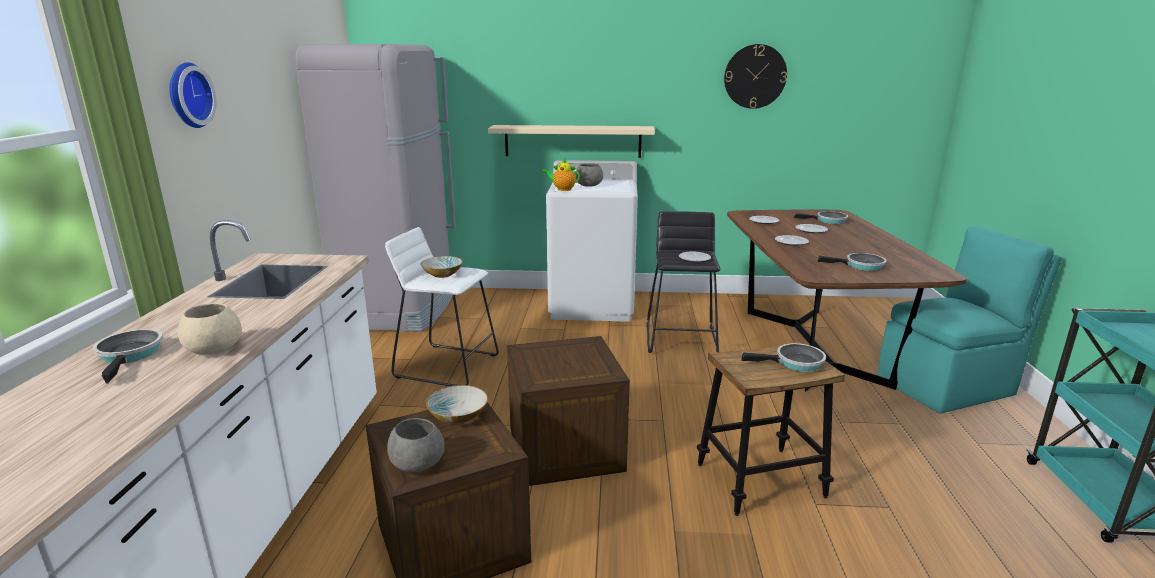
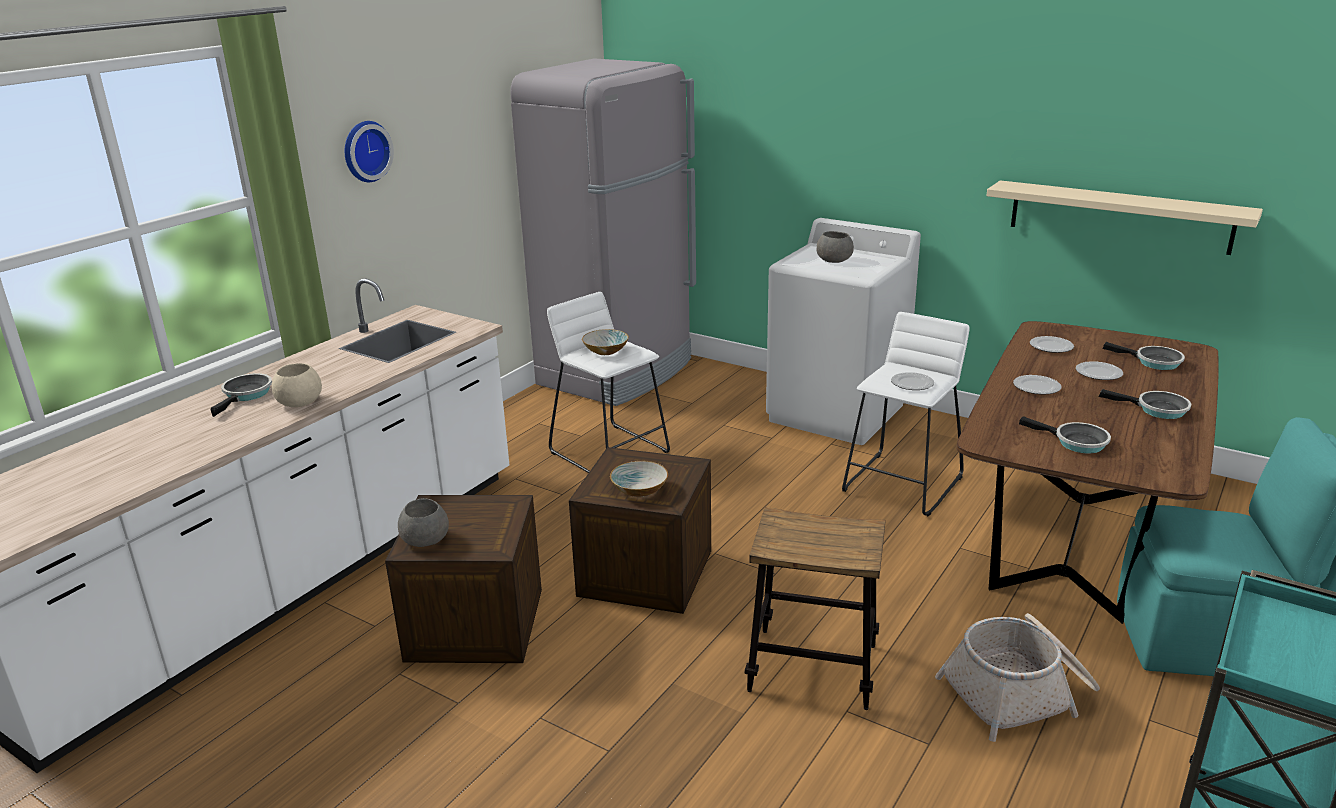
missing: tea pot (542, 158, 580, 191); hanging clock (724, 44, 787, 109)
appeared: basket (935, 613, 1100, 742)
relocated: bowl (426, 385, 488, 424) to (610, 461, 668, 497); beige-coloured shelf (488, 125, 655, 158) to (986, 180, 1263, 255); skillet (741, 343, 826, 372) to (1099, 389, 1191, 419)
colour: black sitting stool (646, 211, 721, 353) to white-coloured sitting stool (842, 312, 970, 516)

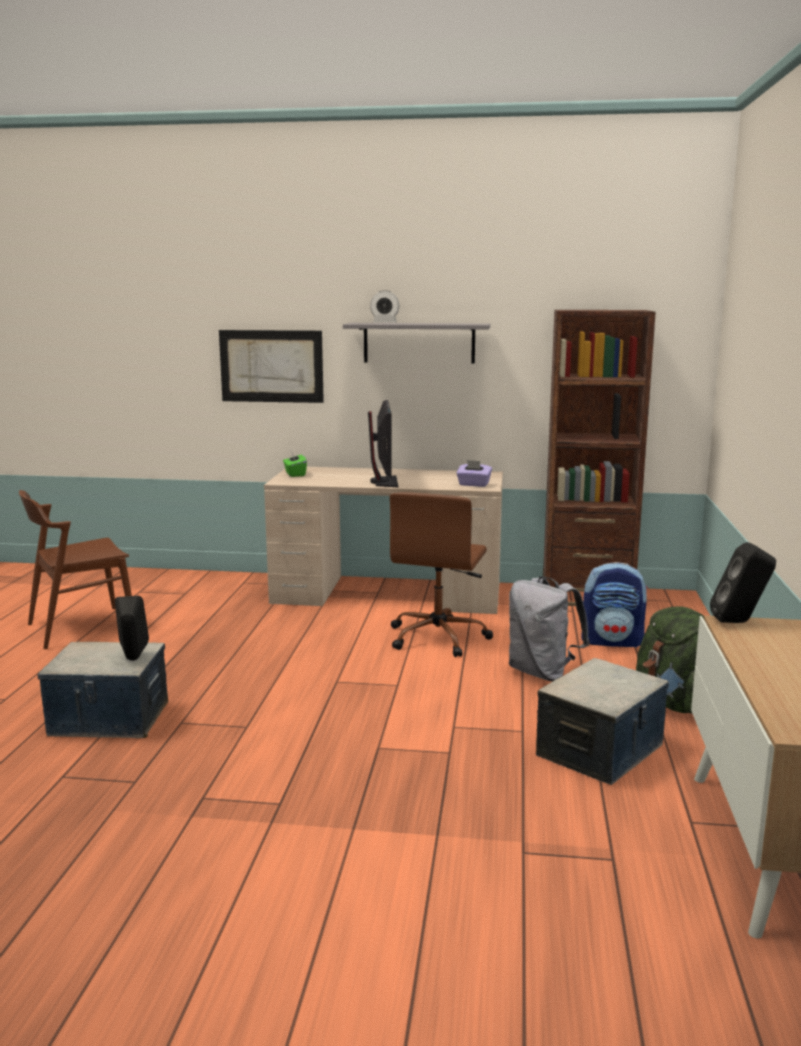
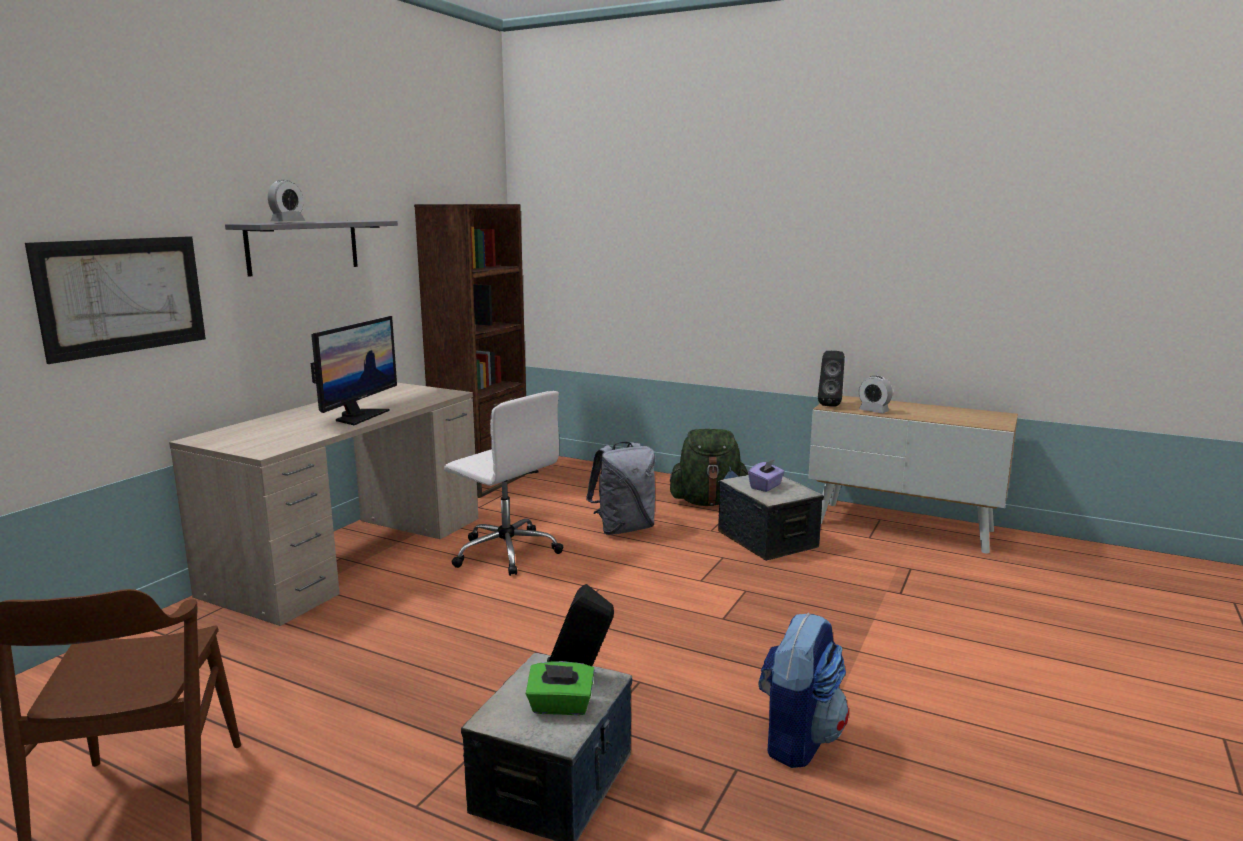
appeared: bedside clock (859, 376, 893, 413)
relocated: greenish box of tissues (283, 451, 307, 477) to (526, 661, 595, 715); purple box of tissues (456, 460, 492, 487) to (748, 459, 785, 492); backpack (581, 562, 648, 648) to (758, 613, 849, 768)
colour: brownish computer chair (390, 492, 493, 657) to white-coloured computer chair (444, 391, 564, 576)
spun: monitor (368, 400, 398, 487) = (311, 316, 397, 425) 90 degrees clockwise

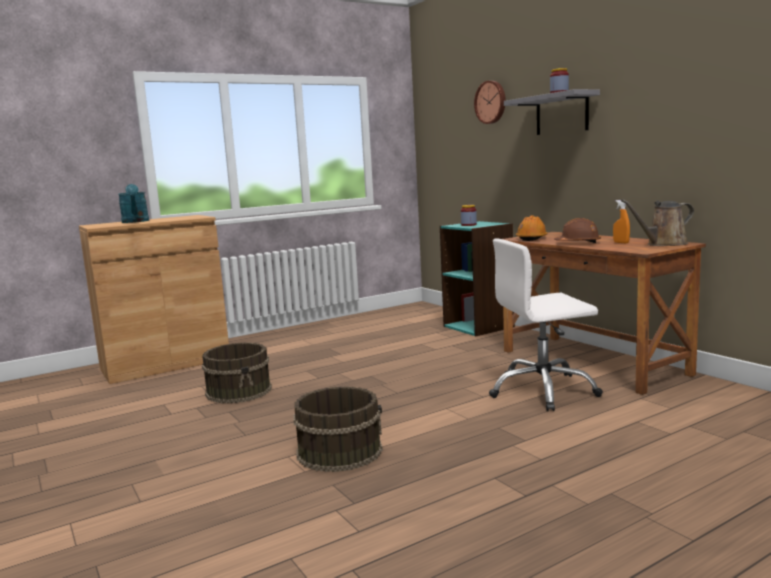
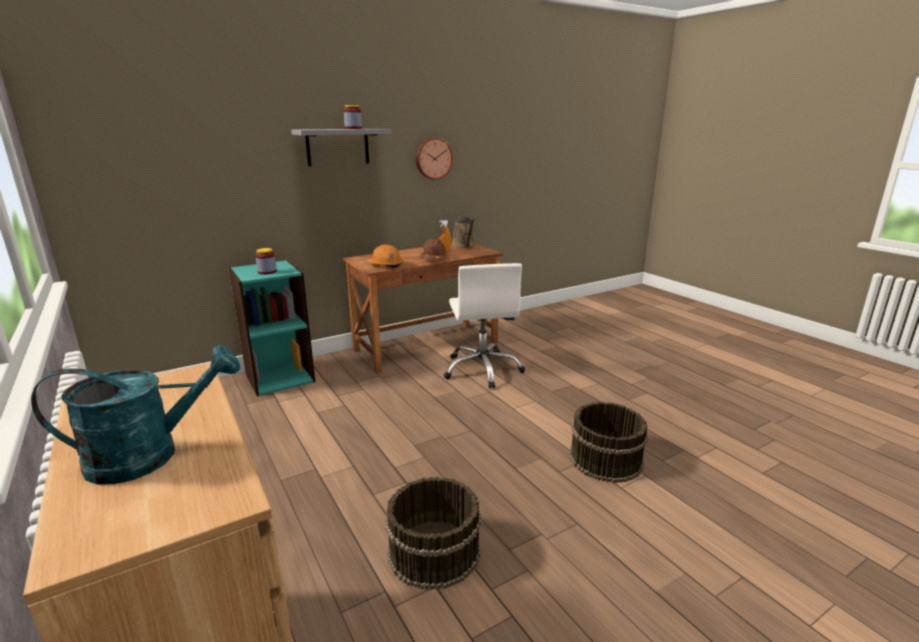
relocated: hanging clock (474, 81, 506, 124) to (416, 137, 453, 180)

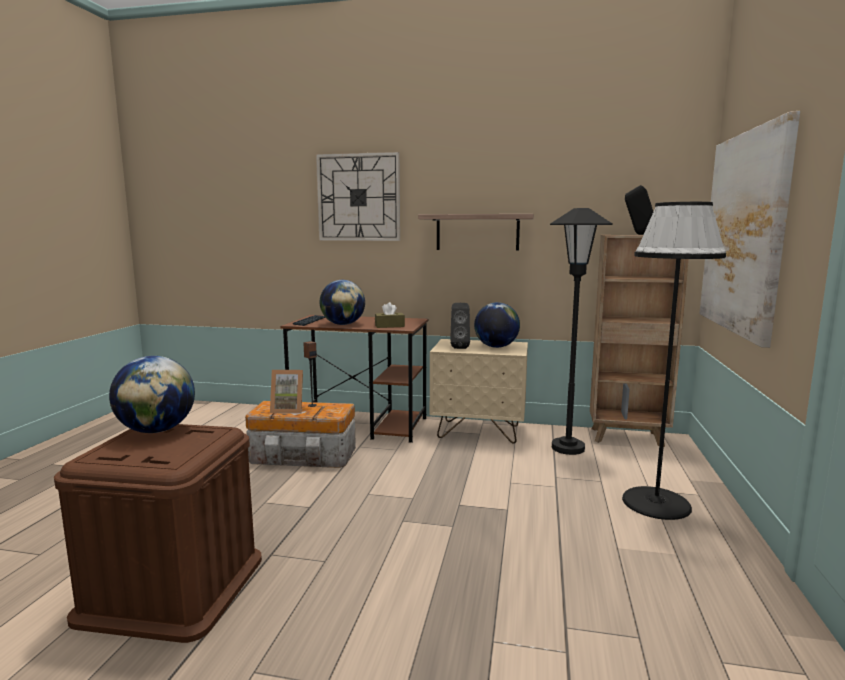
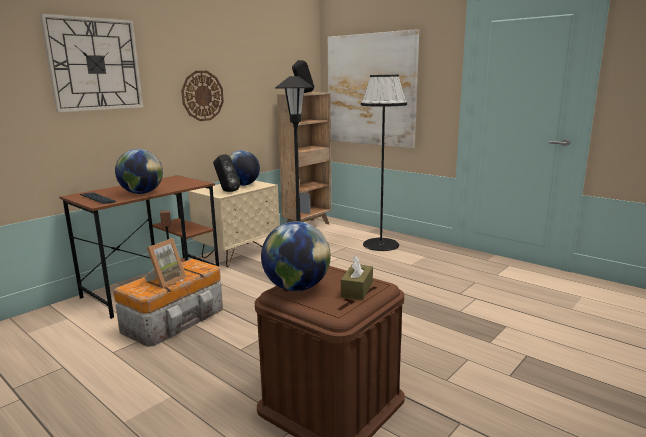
relocated: brownish box of tissues (375, 302, 405, 328) to (341, 255, 373, 300)
exchanged: shelf (418, 214, 534, 251) to hanging clock (181, 71, 224, 121)

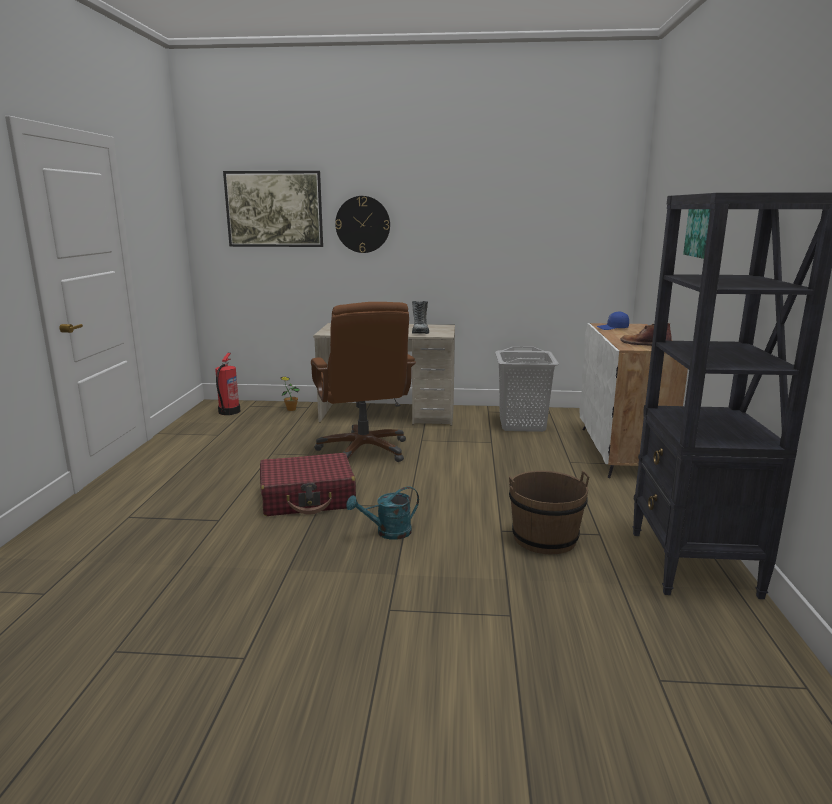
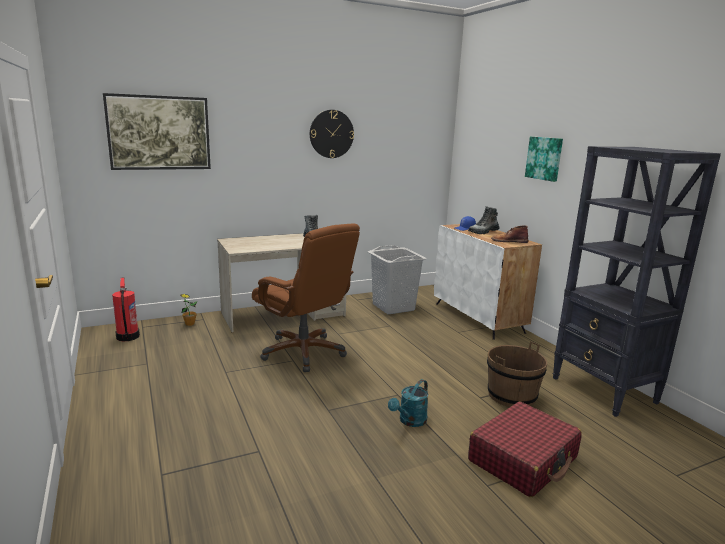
appeared: tall boot (468, 207, 500, 234)
relocated: red-coloured suitcase (260, 453, 356, 516) to (468, 401, 582, 497); hanging clock (335, 196, 390, 253) to (310, 110, 354, 158)

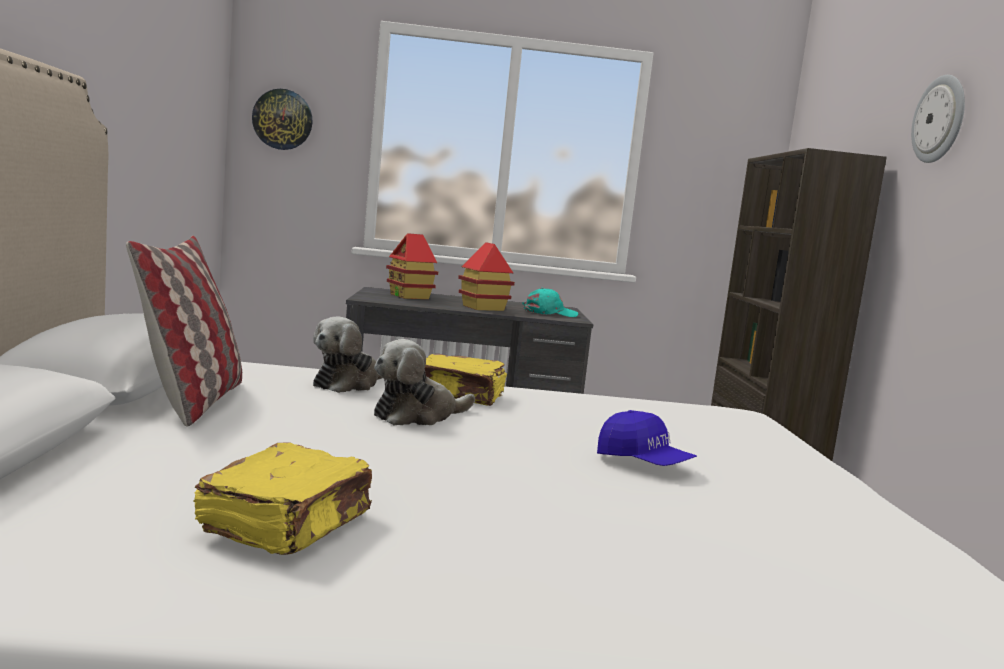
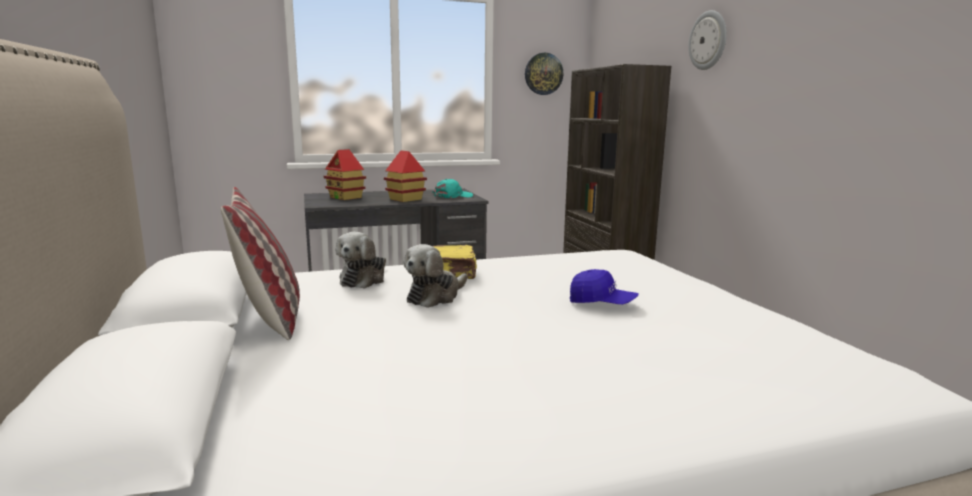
missing: yellow-coloured bound book (193, 442, 372, 555)
relocated: hanging clock (252, 89, 312, 150) to (525, 53, 563, 95)

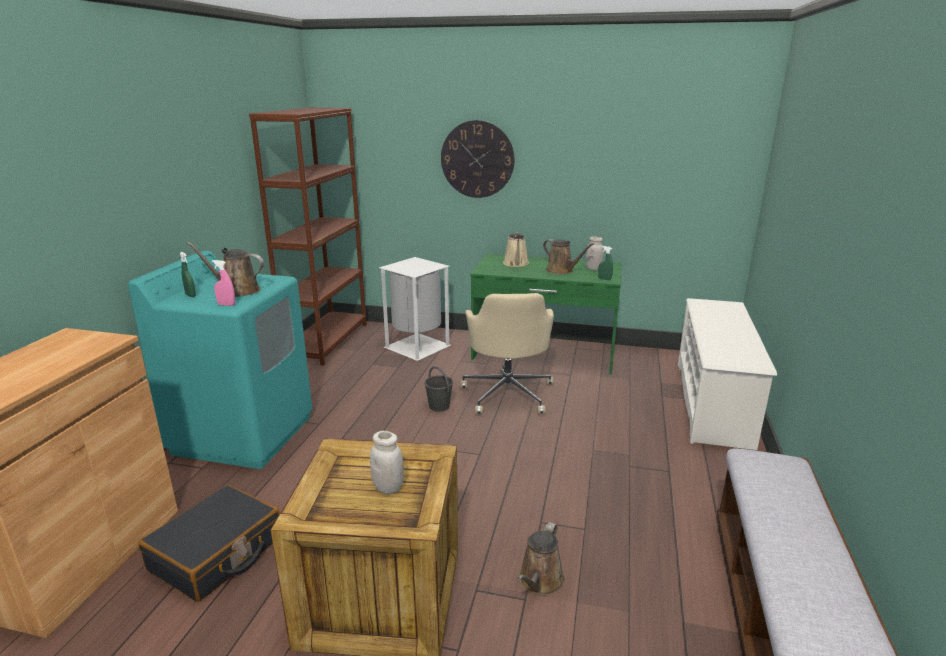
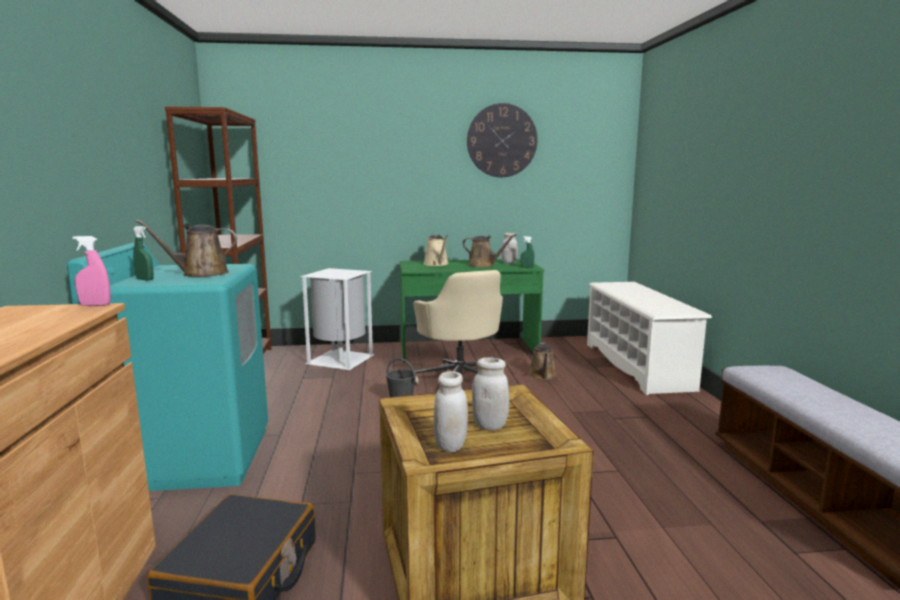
appeared: white-coloured preserve jar (434, 371, 468, 452)
relocated: pink-coloured hand sprayer (212, 260, 235, 306) to (73, 236, 111, 306); hanging clock (441, 120, 515, 198) to (467, 103, 538, 177); brownish sprinkling can (517, 522, 565, 596) to (529, 343, 557, 380)

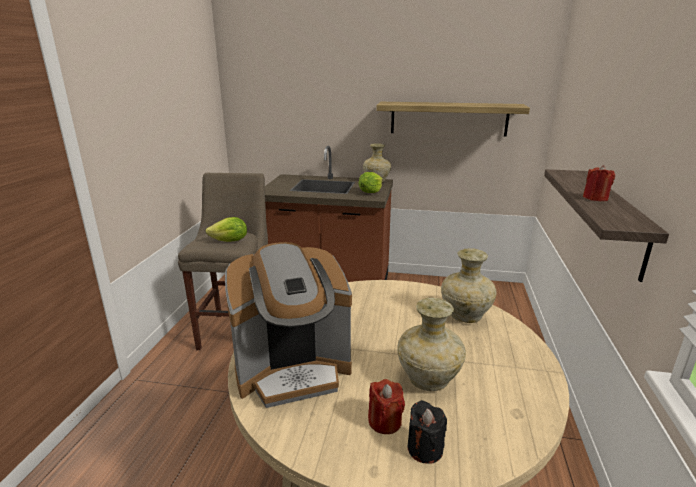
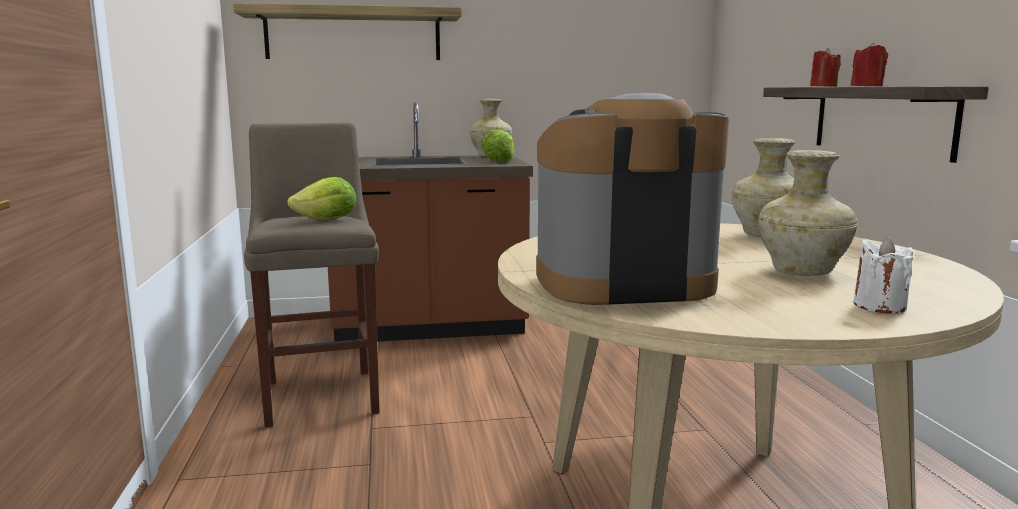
relocated: red-coloured candle (368, 379, 405, 434) to (810, 48, 841, 87); shelf (376, 102, 530, 137) to (233, 3, 461, 60)
colour: black candle (408, 400, 447, 464) to white-coloured candle (853, 237, 913, 313)
spun: coffee maker (225, 242, 352, 408) = (536, 93, 729, 305) 150 degrees counterclockwise

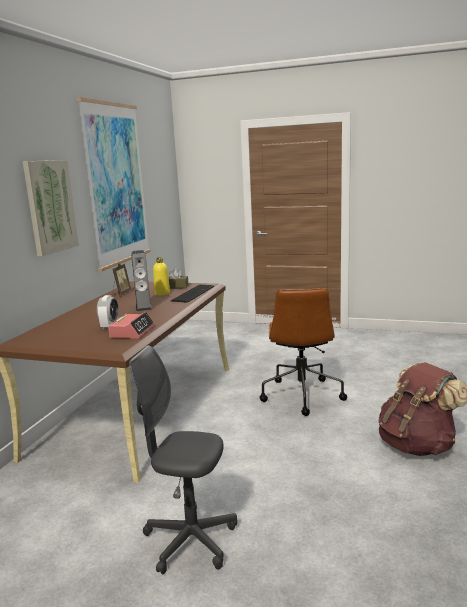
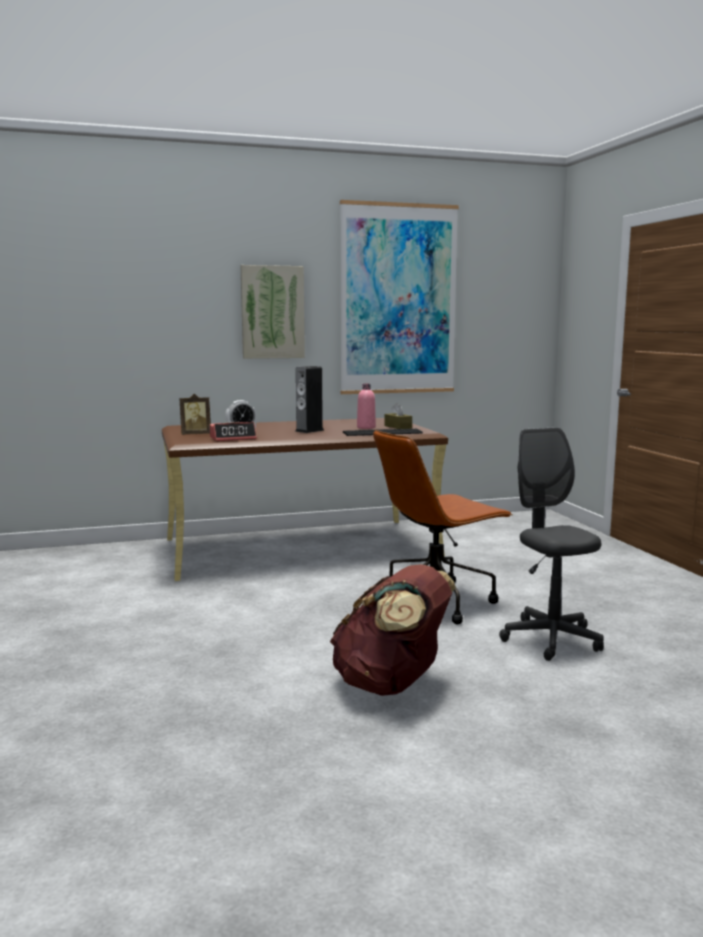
relocated: standing frame (112, 263, 131, 296) to (179, 394, 211, 435); gray computer chair (129, 345, 237, 574) to (499, 427, 604, 661)
colour: yellow-coloured drink bottle (153, 257, 170, 295) to pink-coloured drink bottle (357, 384, 376, 429)

